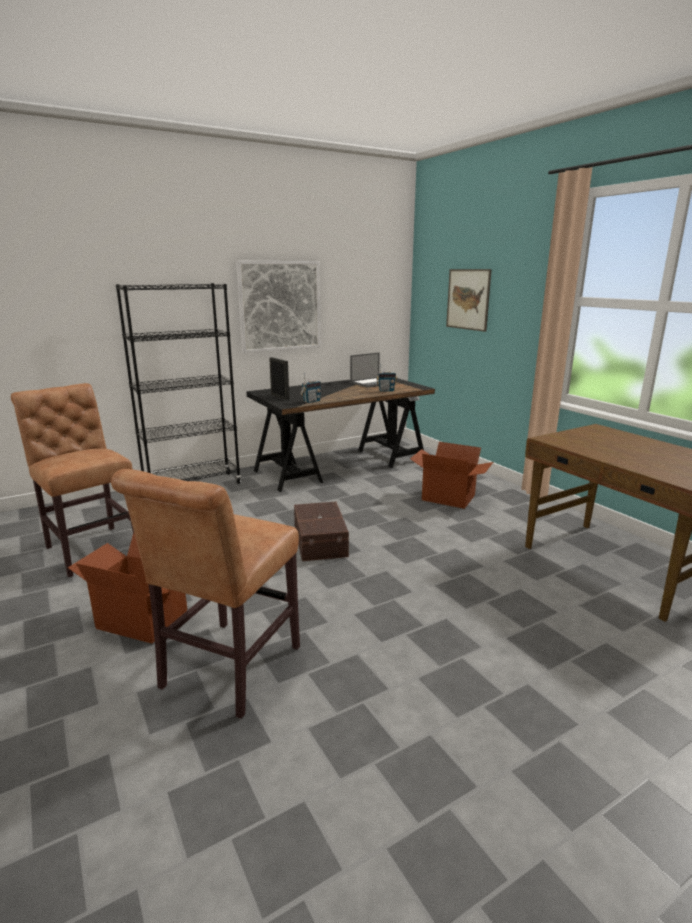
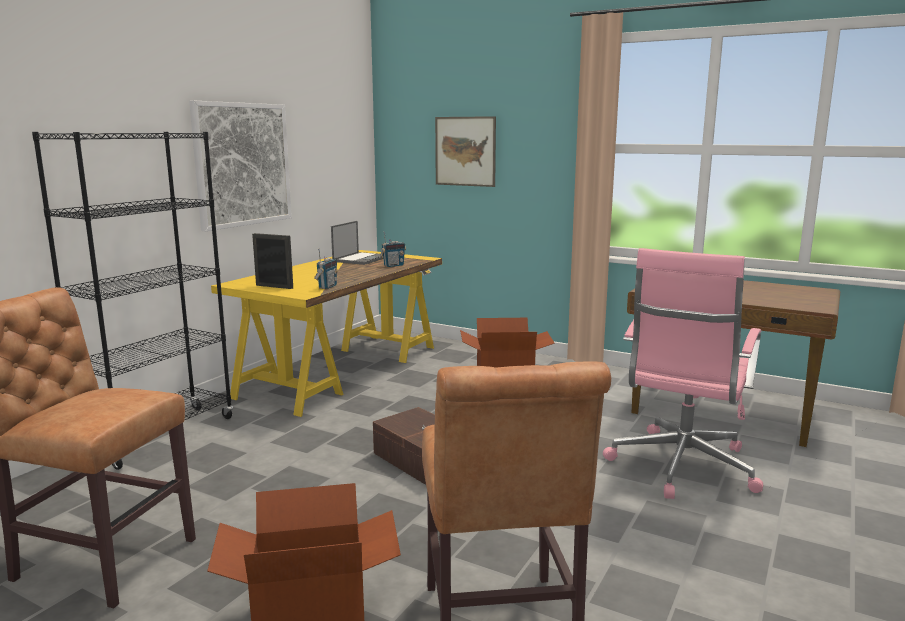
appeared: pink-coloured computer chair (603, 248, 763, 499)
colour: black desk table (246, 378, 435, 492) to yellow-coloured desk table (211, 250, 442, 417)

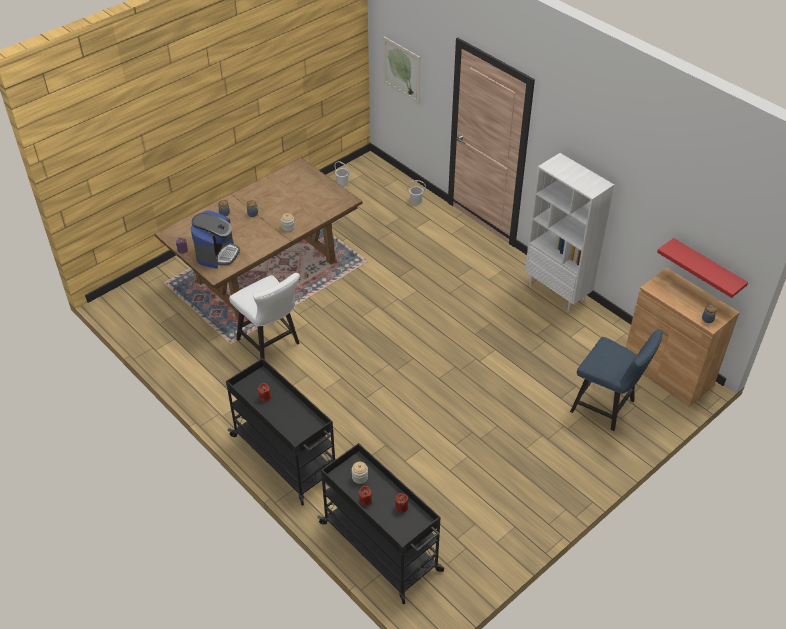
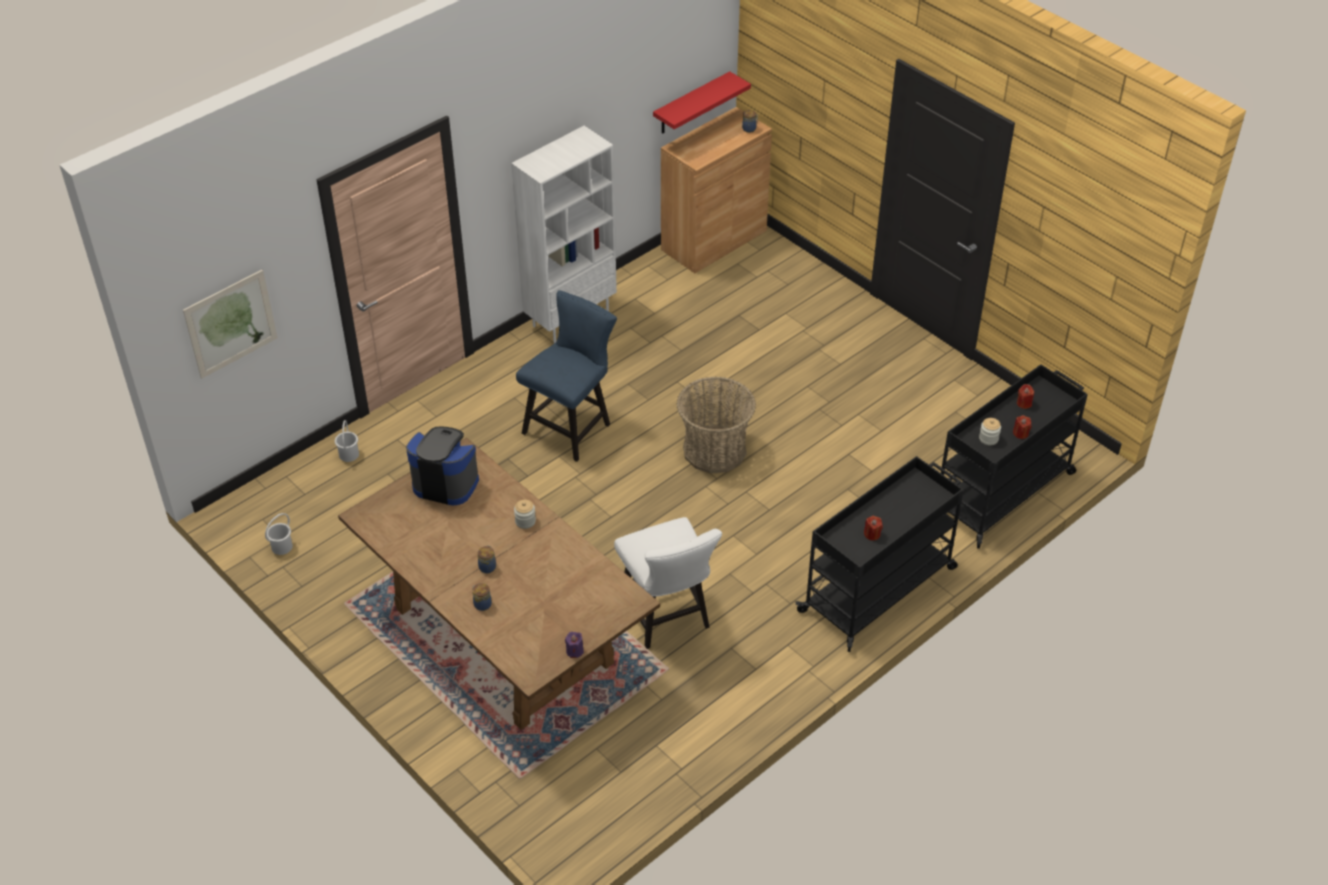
appeared: basket (677, 377, 756, 473)
relocated: coffee maker (191, 211, 240, 269) to (406, 426, 479, 505); bluish plain chair (570, 329, 663, 431) to (516, 290, 617, 462)
spun: white-coloured plain chair (229, 273, 300, 360) = (614, 517, 722, 649) 105 degrees clockwise

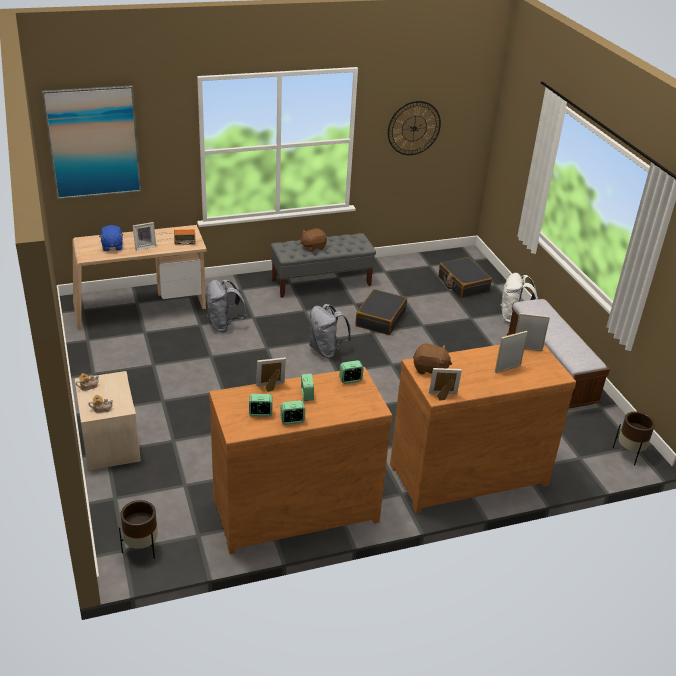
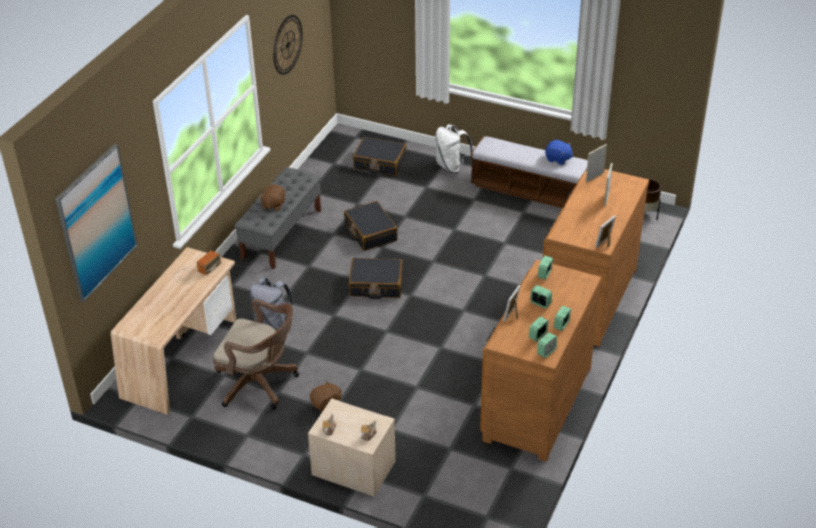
missing: brownish planter (119, 500, 158, 559); standing frame (133, 222, 157, 251)
appeared: brownish computer chair (213, 299, 299, 410); bedside clock (537, 332, 557, 358)
relocated: bluish cuddly toy (99, 225, 123, 251) to (545, 140, 573, 165); brownish cuddly toy (413, 343, 452, 375) to (310, 380, 342, 412)
exchanged: gray backpack (309, 304, 351, 358) to black suitcase (349, 258, 403, 299)

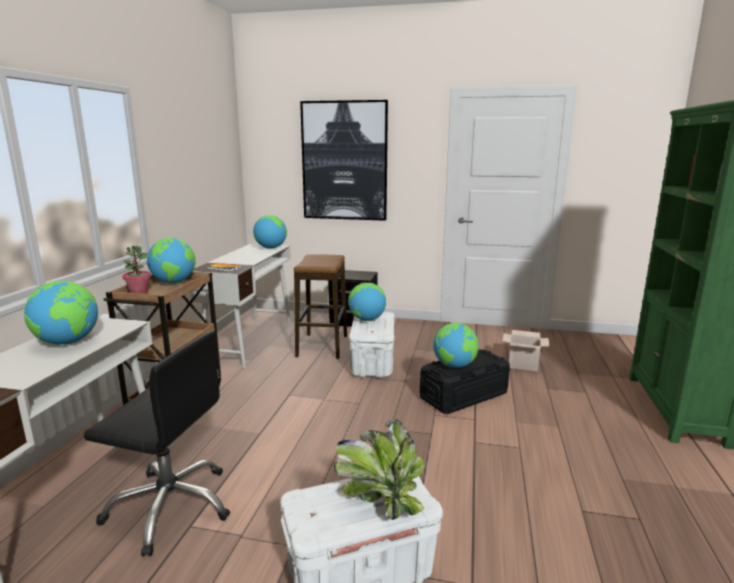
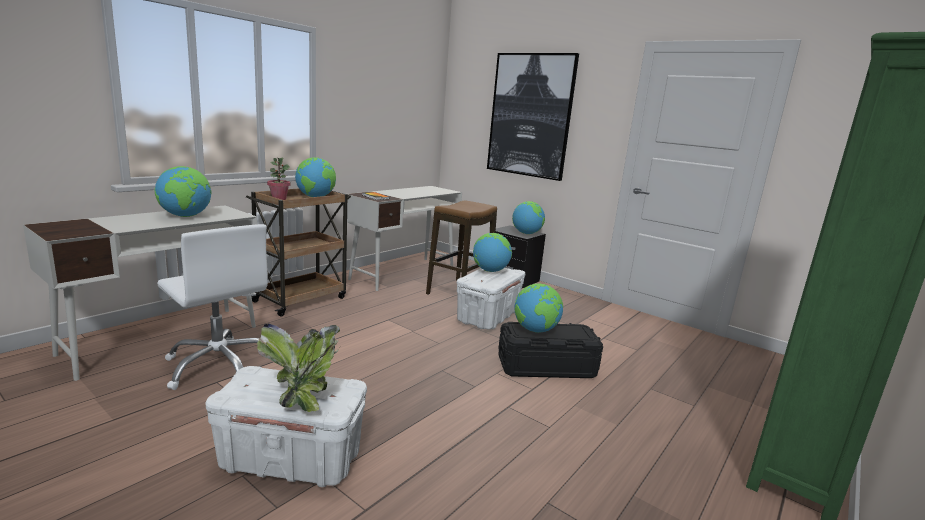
missing: cardboard box (503, 330, 549, 372)
relocated: desk globe (253, 215, 287, 249) to (512, 201, 545, 234)
colour: black computer chair (84, 331, 230, 557) to white-coloured computer chair (157, 224, 268, 390)

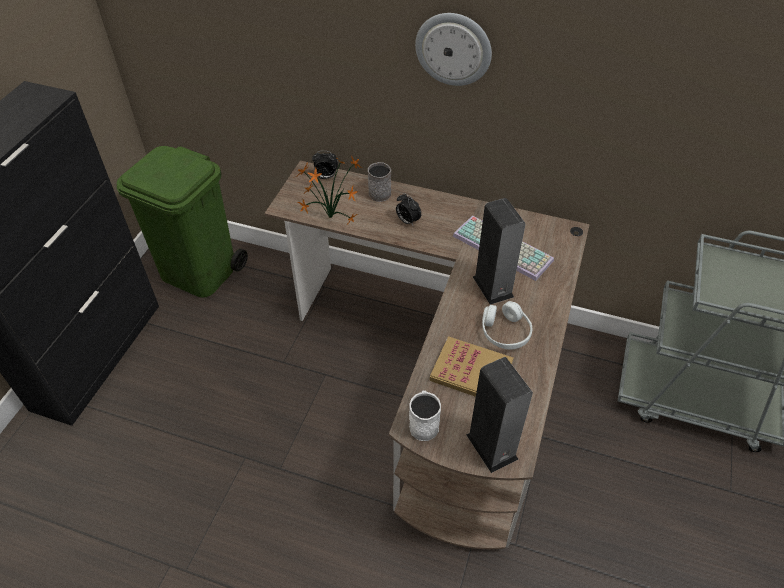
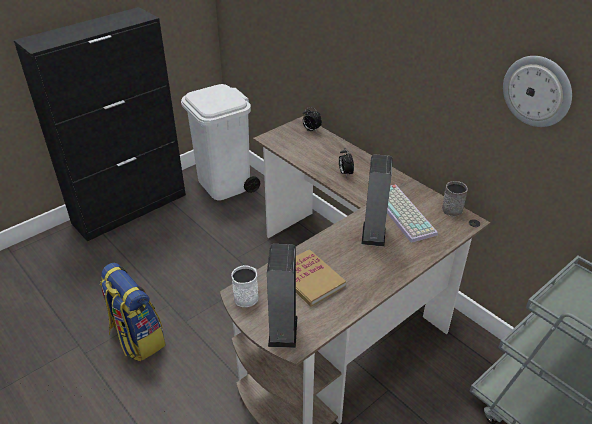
missing: houseplant (296, 157, 362, 226); white-coloured headset (482, 301, 532, 350)
appeared: backpack (100, 263, 166, 362)
relocated: gray mug (368, 162, 391, 202) to (442, 181, 468, 217); hanging clock (415, 13, 492, 86) to (503, 56, 572, 127)
colour: greenish trash can (116, 146, 248, 298) to white-coloured trash can (181, 84, 260, 200)

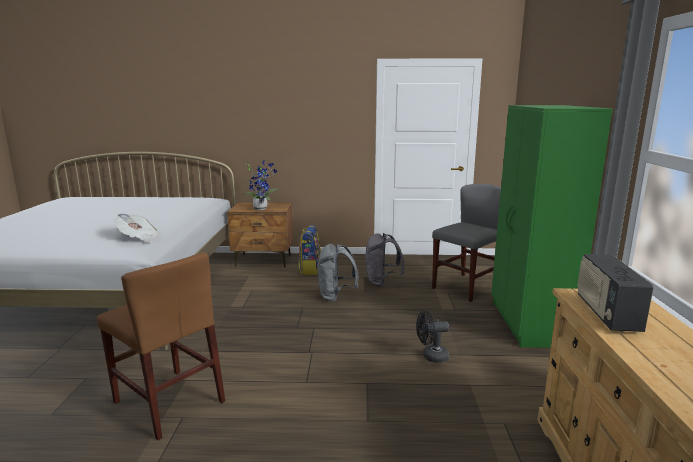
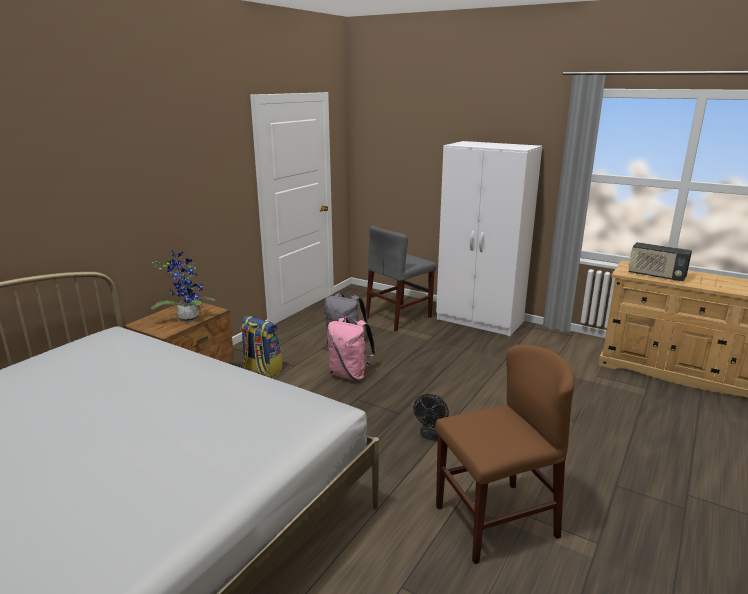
missing: printed paper (113, 213, 160, 242)
relocated: black fan (416, 311, 449, 363) to (414, 394, 449, 441)
colour: gray backpack (318, 244, 358, 301) to pink-coloured backpack (327, 317, 376, 381); greenish armoire (491, 105, 612, 348) to white-coloured armoire (436, 141, 542, 336)
spun: gray plain chair (432, 184, 501, 302) = (366, 226, 436, 331) 120 degrees counterclockwise

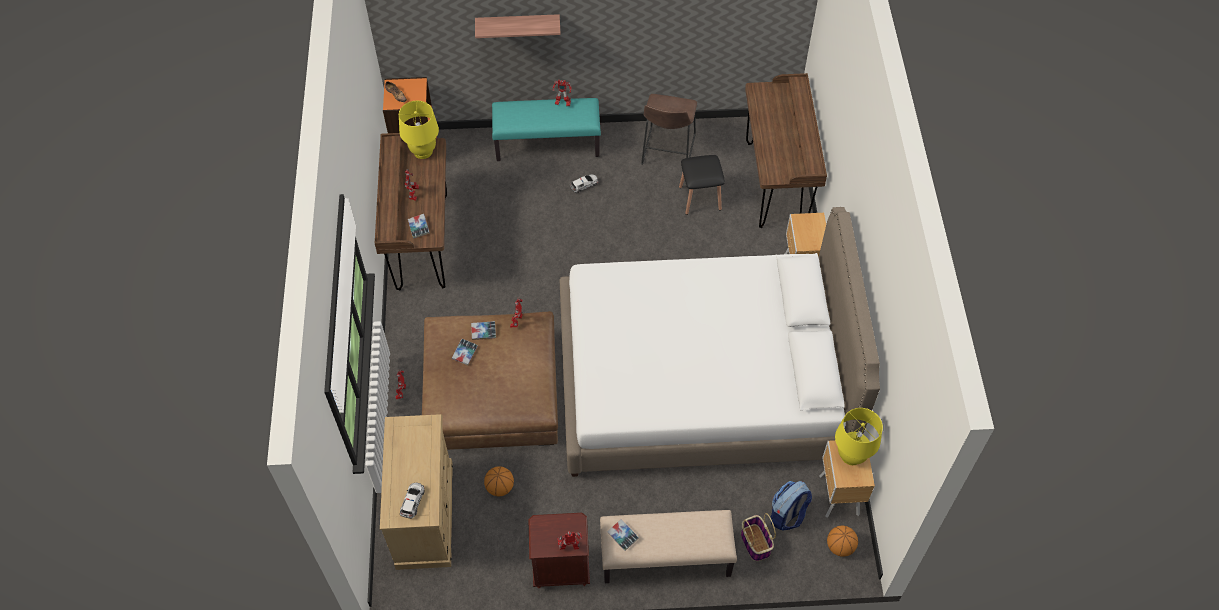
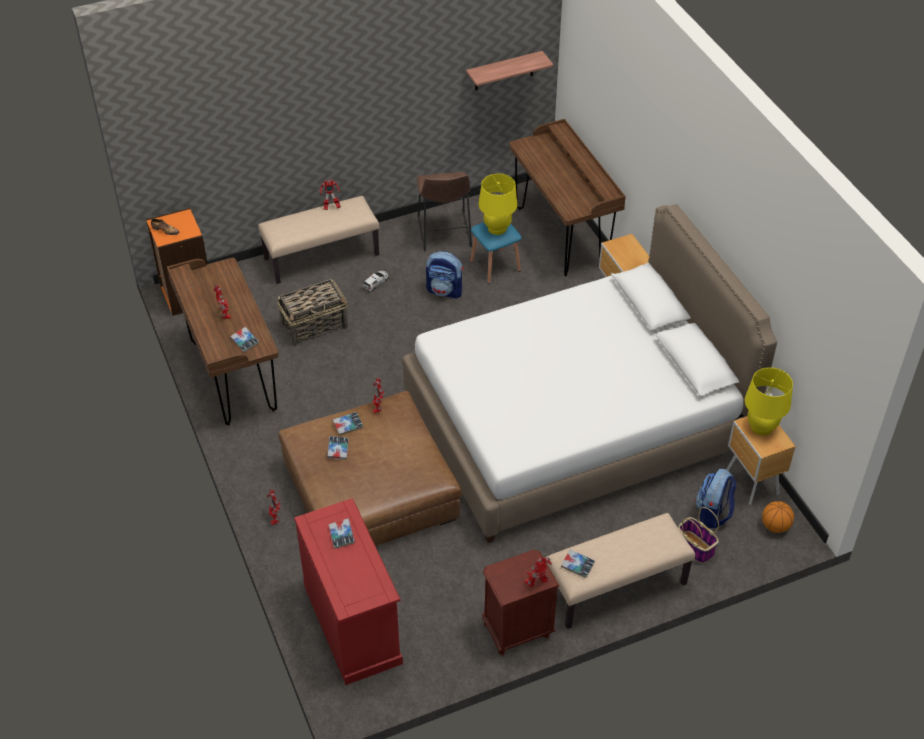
missing: toy car (400, 483, 425, 519); basketball ball (484, 466, 514, 496)
appeared: basket (277, 279, 348, 346); bound book (329, 518, 355, 549); backpack (426, 251, 463, 299)
relocated: yellow-coloured table lamp (399, 101, 439, 159) to (478, 173, 518, 235); shelf (475, 14, 561, 38) to (466, 51, 554, 90)
colour: beige-coloured chest of drawers (380, 414, 453, 570) to red-coloured chest of drawers (294, 498, 403, 685); blue-green bench (492, 98, 601, 161) to beige-coloured bench (258, 196, 380, 284); black sitting stool (679, 155, 725, 215) to bluish sitting stool (470, 222, 521, 283)

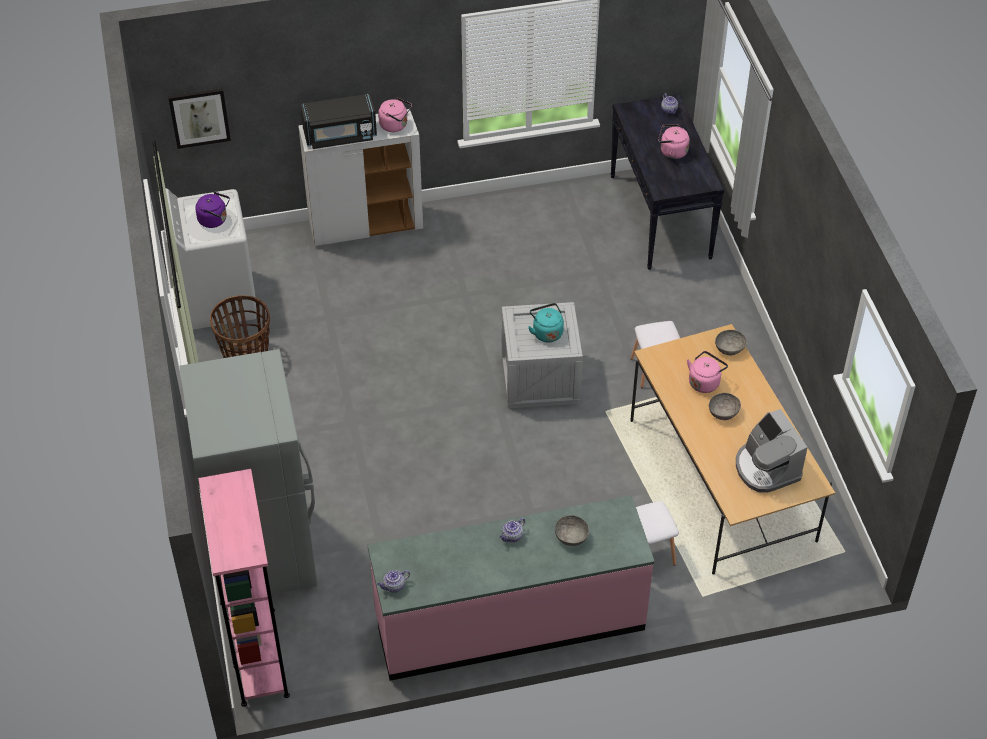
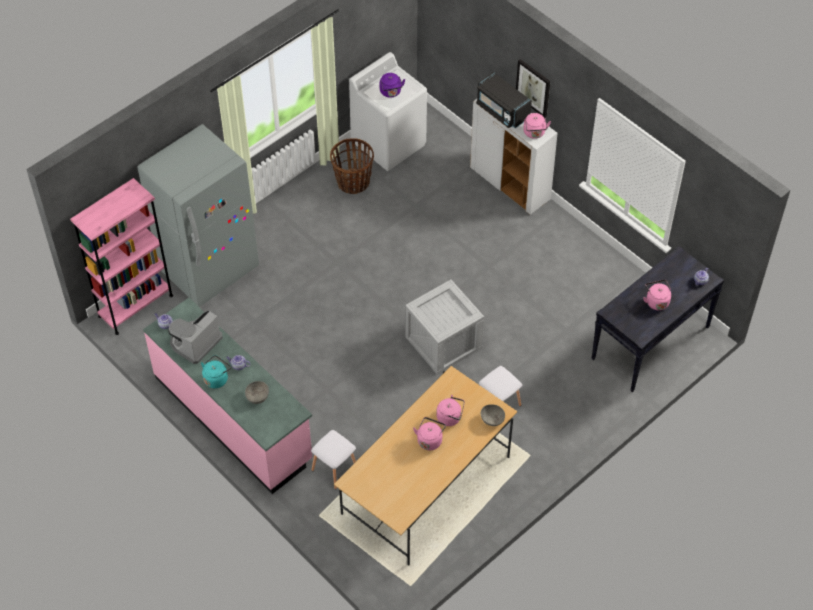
relocated: wall picture (168, 88, 231, 149) to (516, 59, 550, 118); blue-green water kettle (528, 303, 564, 343) to (201, 355, 231, 388); coffee maker (736, 409, 808, 493) to (168, 310, 223, 364)
exchanged: gray bowl (709, 393, 741, 420) to pink-coloured water kettle (413, 417, 446, 450)

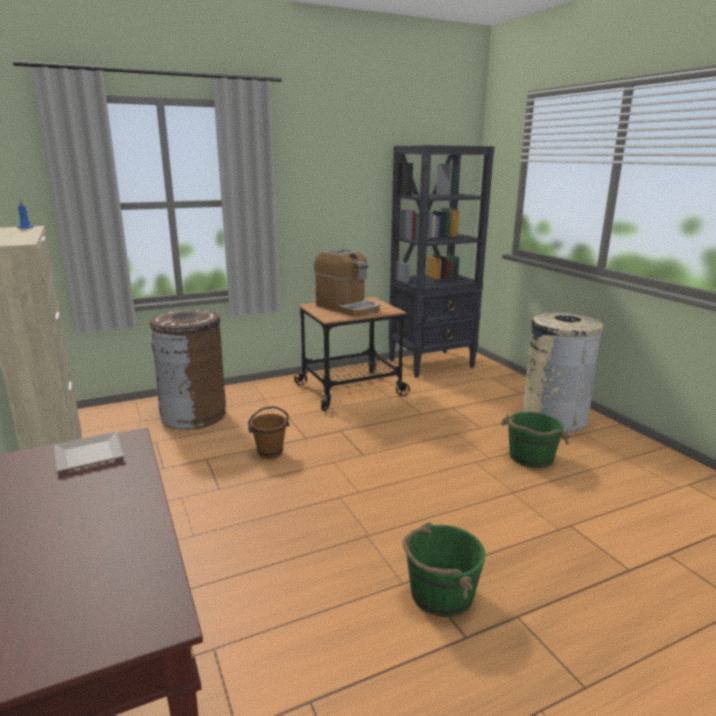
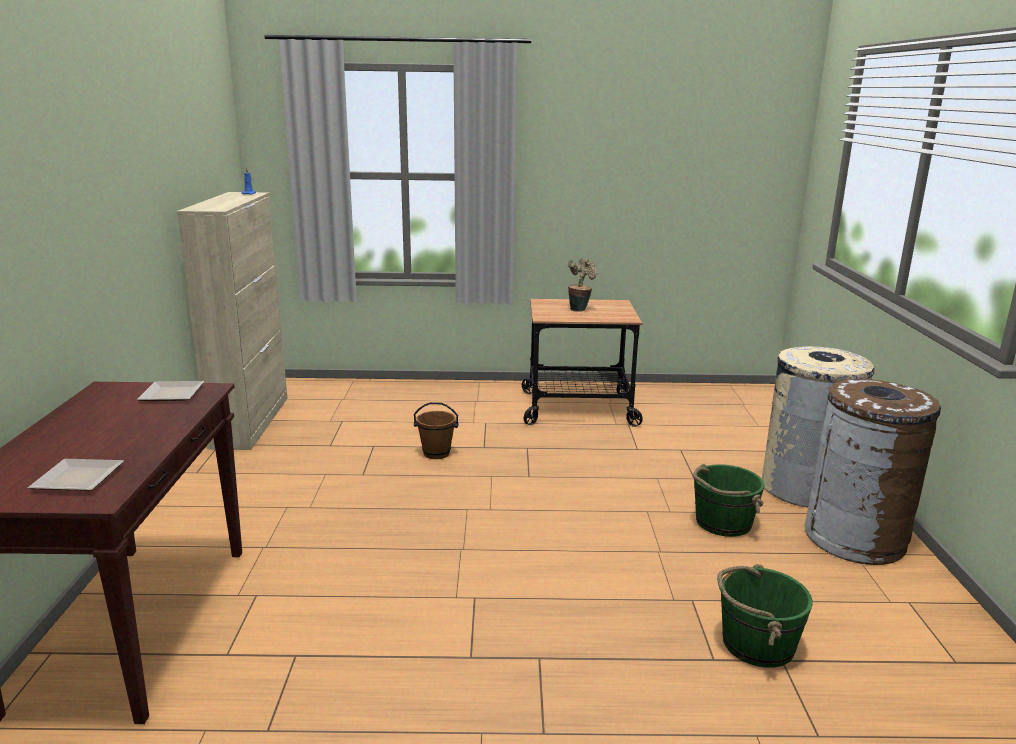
missing: black shelving unit (389, 145, 495, 378)
appeared: dinner plate (27, 459, 124, 491)
relocated: brownish trash can (150, 310, 226, 430) to (804, 379, 941, 565); greenish pail (402, 522, 485, 617) to (717, 564, 813, 668)
exchanged: coffee maker (314, 249, 380, 317) to houseplant (568, 258, 597, 312)

